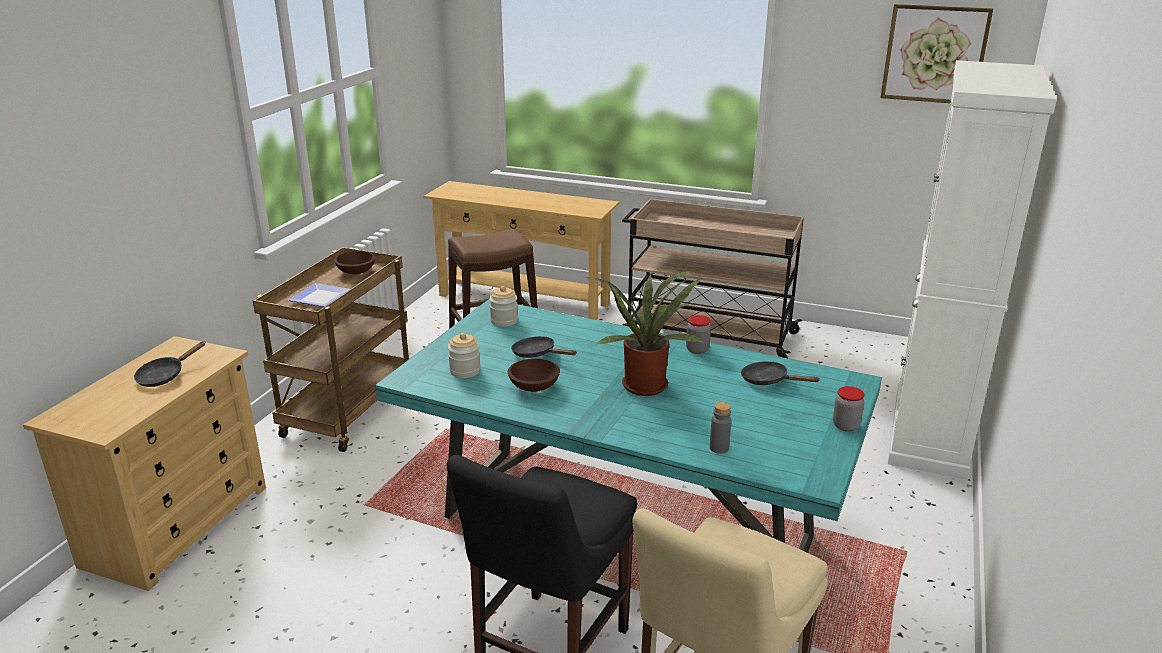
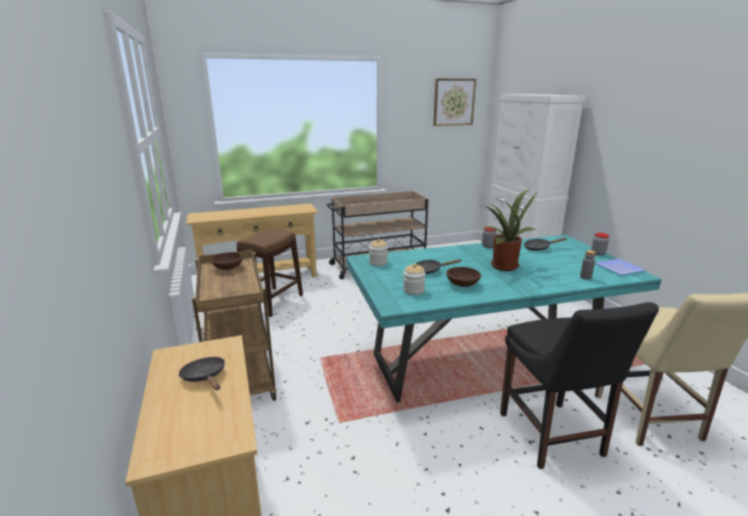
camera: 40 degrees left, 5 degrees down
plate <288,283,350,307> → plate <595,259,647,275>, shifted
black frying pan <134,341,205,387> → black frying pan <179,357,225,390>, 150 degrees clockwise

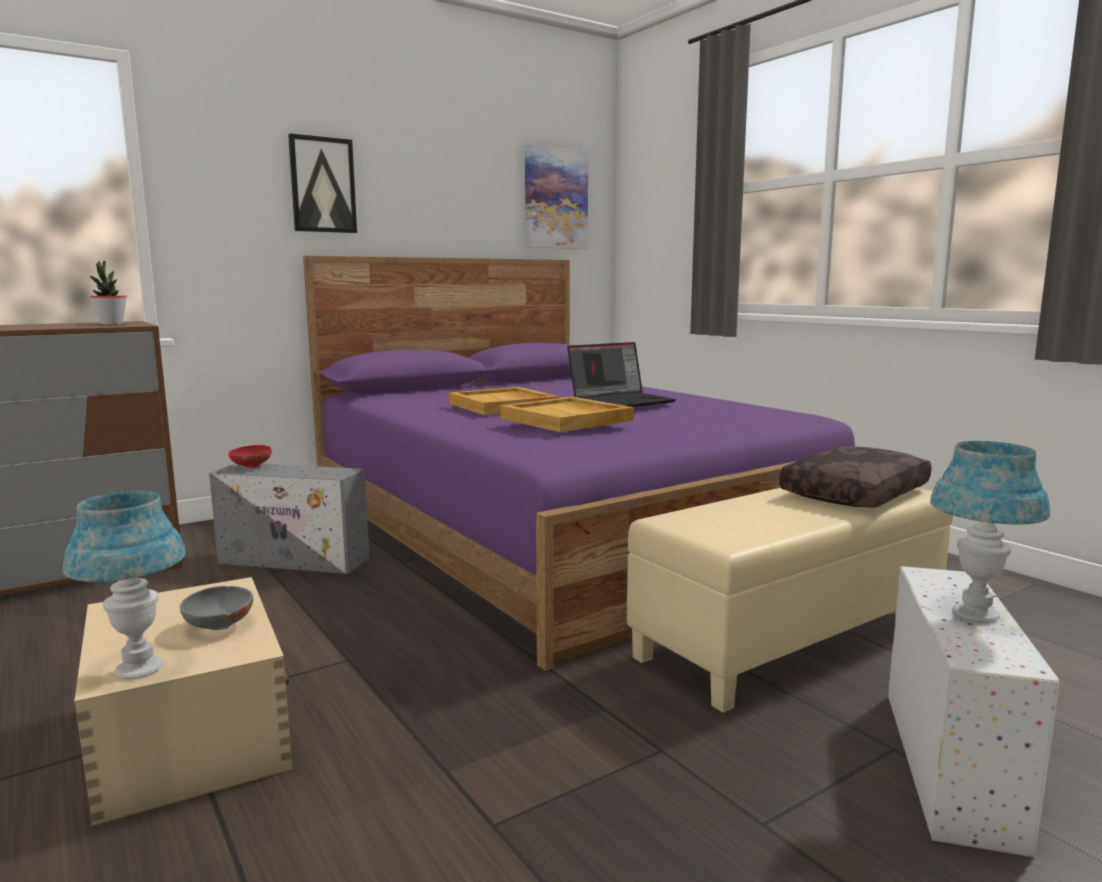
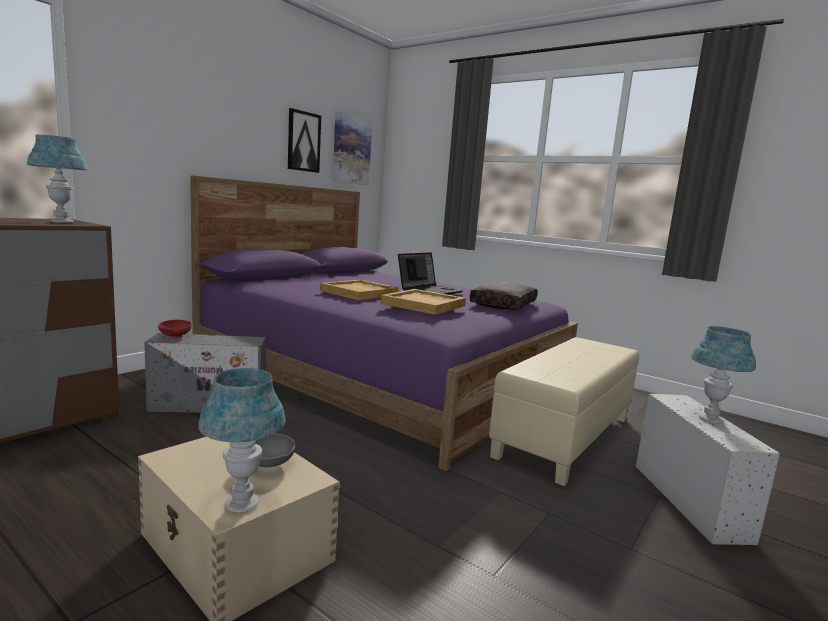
camera: 20 degrees left, 0 degrees up
picture <288,134,357,233> → picture <288,108,321,173>, shifted
potted plant <89,261,127,325> → blue table lamp <27,134,88,223>
brown pillow <779,446,932,508> → brown pillow <470,281,538,310>, shifted

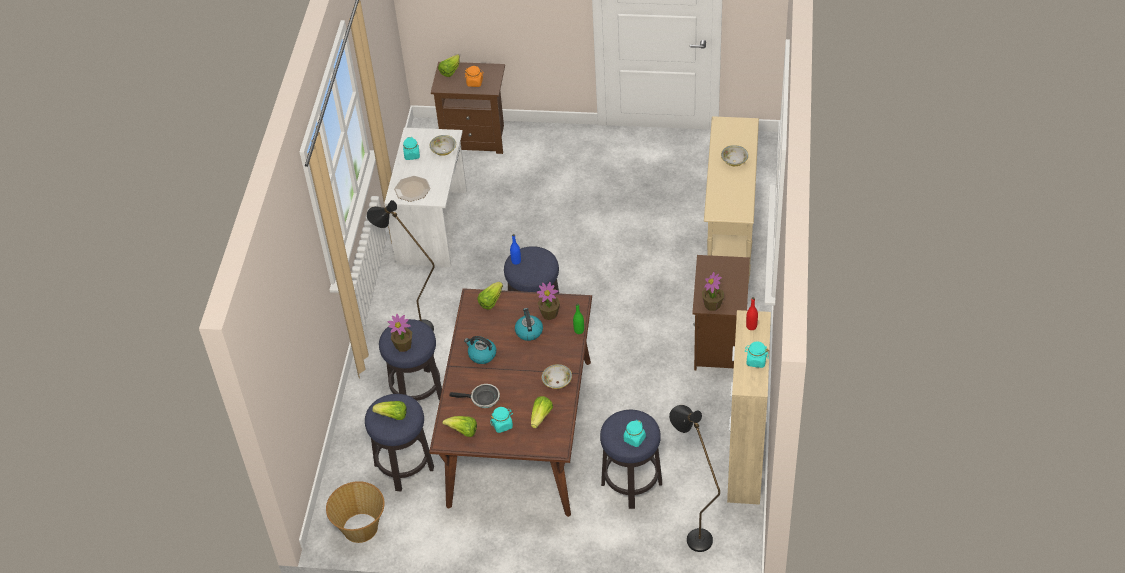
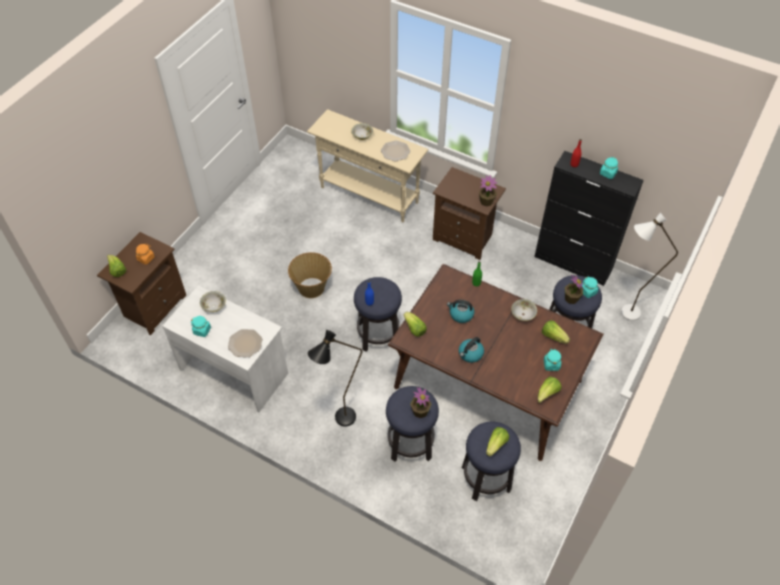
camera: 70 degrees left, 5 degrees up
potted plant <536,282,560,320> → potted plant <565,275,584,304>, shifted
beige cabinet <727,310,771,505> → black cabinet <534,151,644,286>
frying pan <449,384,500,408> → -
black floor lamp <669,405,720,552> → white floor lamp <621,213,678,321>
basket <326,481,385,543> → basket <288,252,332,298>, shifted
- → plate <381,140,410,161>

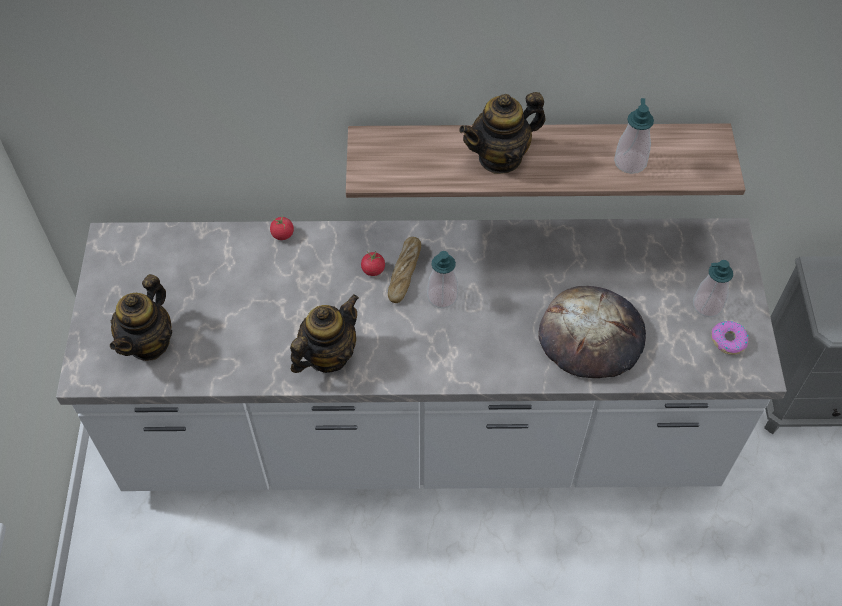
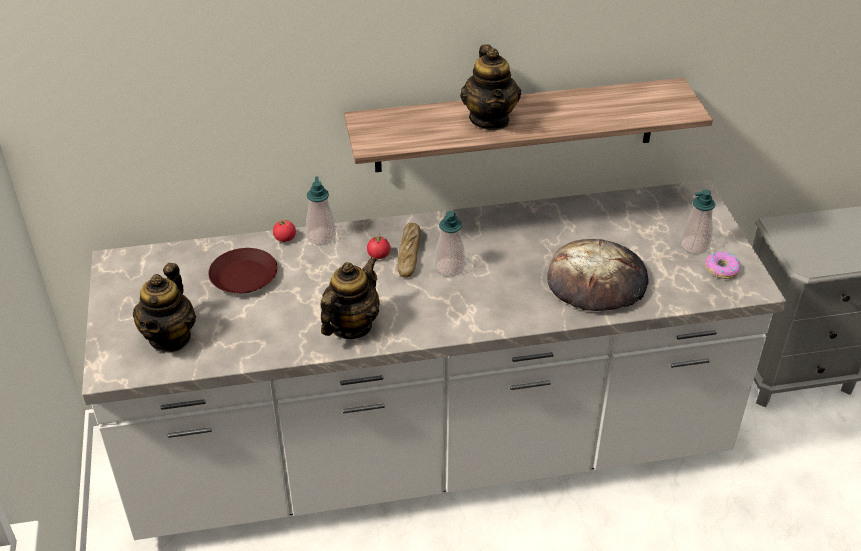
camera: 10 degrees left, 15 degrees down
teapot <459,92,546,174> → teapot <460,45,521,130>, 60 degrees counterclockwise
soap dispenser <614,98,654,174> → soap dispenser <306,176,336,245>, shifted
- → brown plate <208,248,278,293>

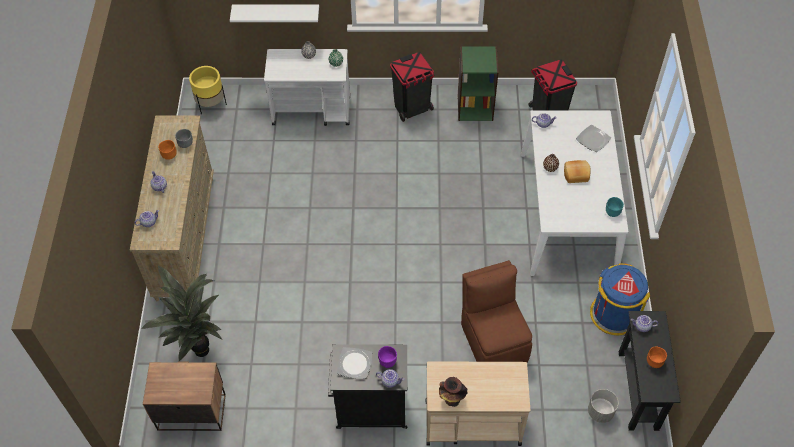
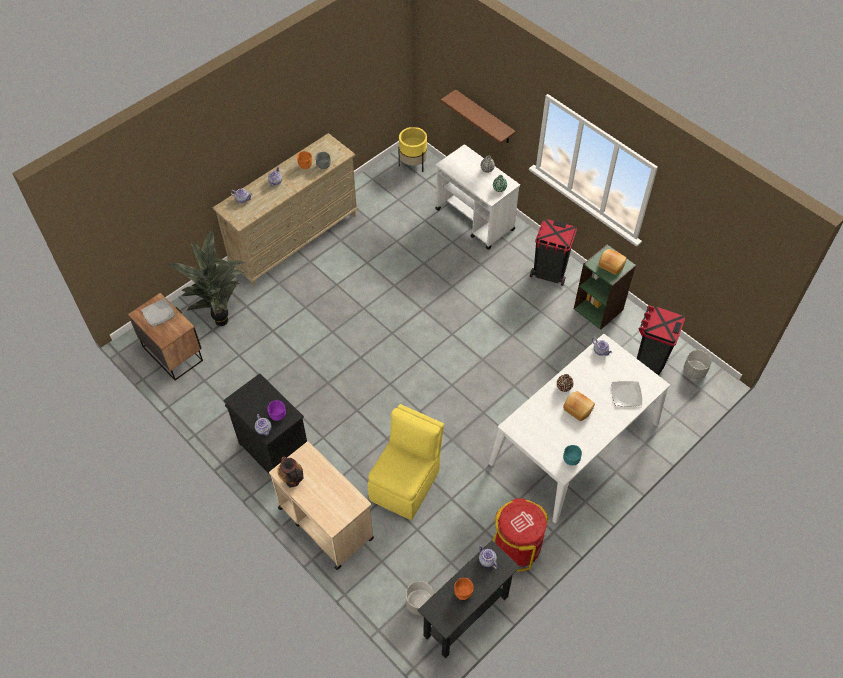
camera: 45 degrees right, 0 degrees up
white shelf <230,4,319,22> → brown shelf <441,89,516,144>
brown chair <461,260,532,362> → yellow chair <368,404,444,520>
blue trash can <590,263,650,335> → red trash can <493,498,548,572>
plate <337,347,372,379> → plate <142,299,175,327>, shifted
- → bread <599,249,627,275>
- → grey planter <683,350,712,380>

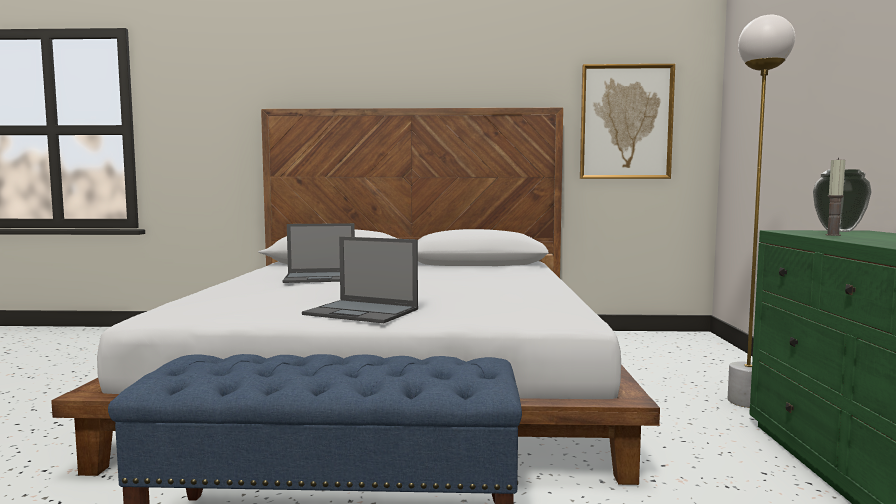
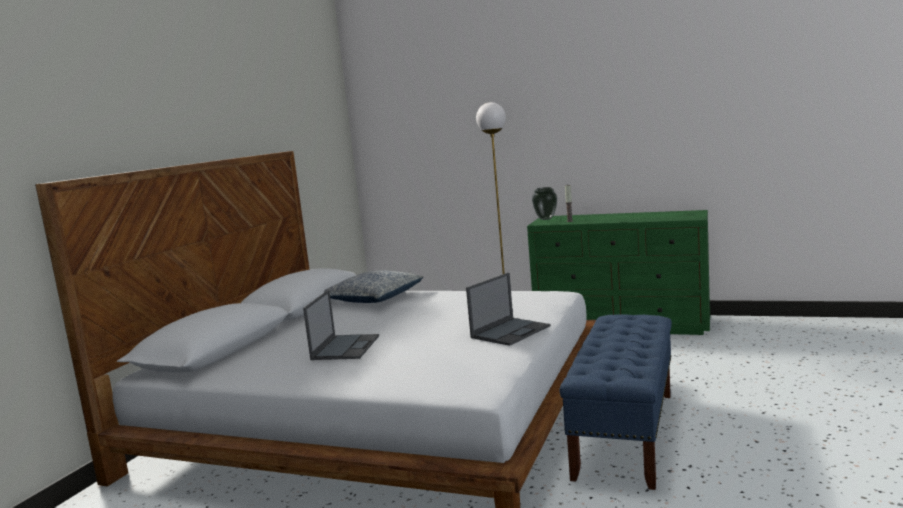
camera: 70 degrees left, 5 degrees up
picture <580,64,675,179> → -
- → pillow <324,270,424,303>

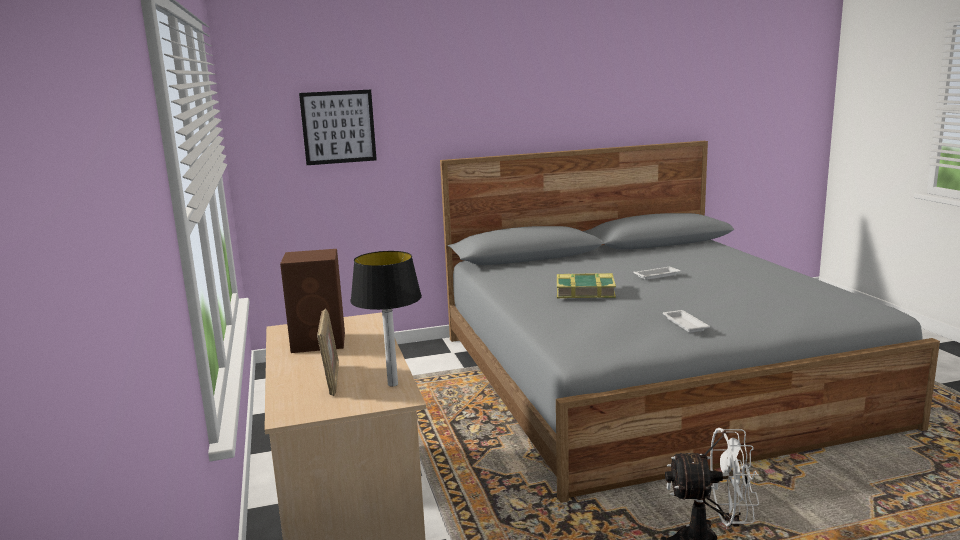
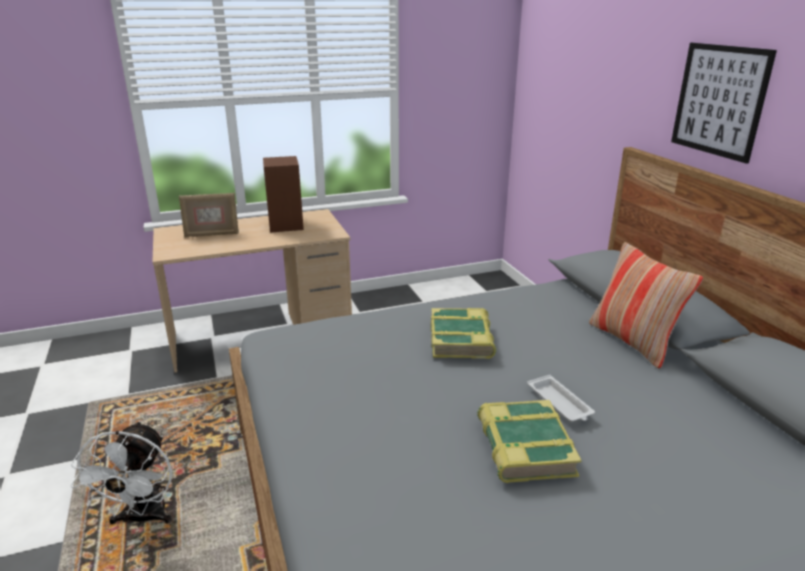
camera: 85 degrees right, 10 degrees up
picture <299,89,377,165> → picture <671,43,777,164>, shifted
table lamp <350,251,422,387> → -
white tray <663,310,710,333> → -
- → pillow <589,242,703,369>
- → book <477,400,582,483>

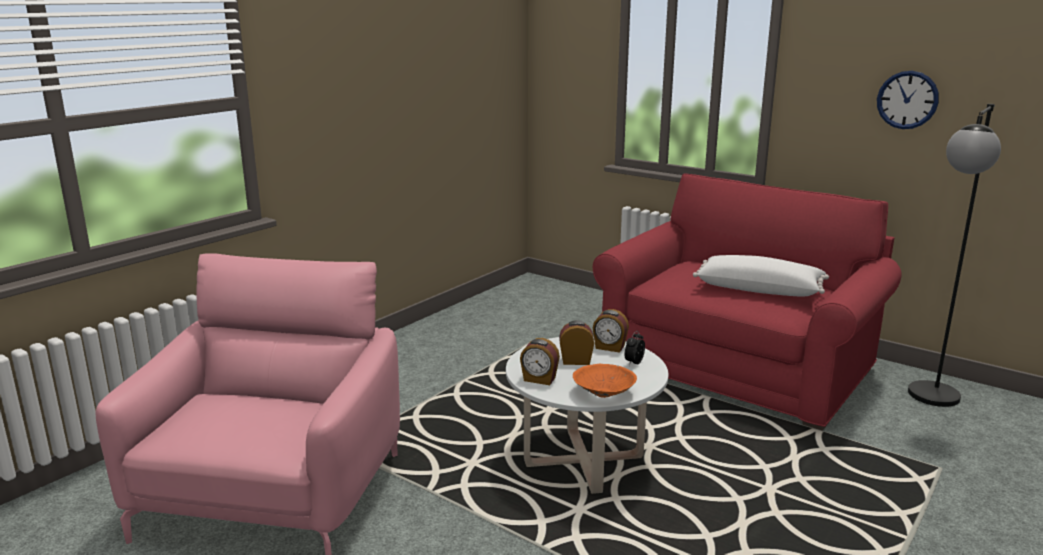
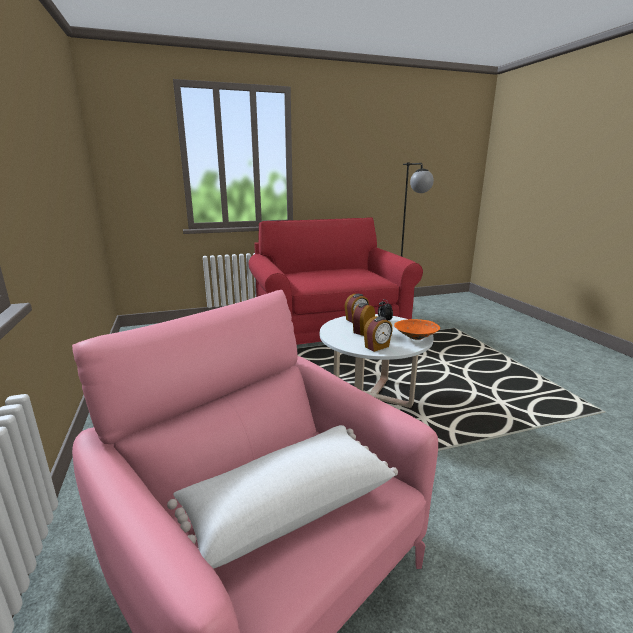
camera: 55 degrees left, 0 degrees up
wall clock <877,71,939,129> → -
white pillow <693,255,829,296> → white pillow <167,425,398,569>, shifted

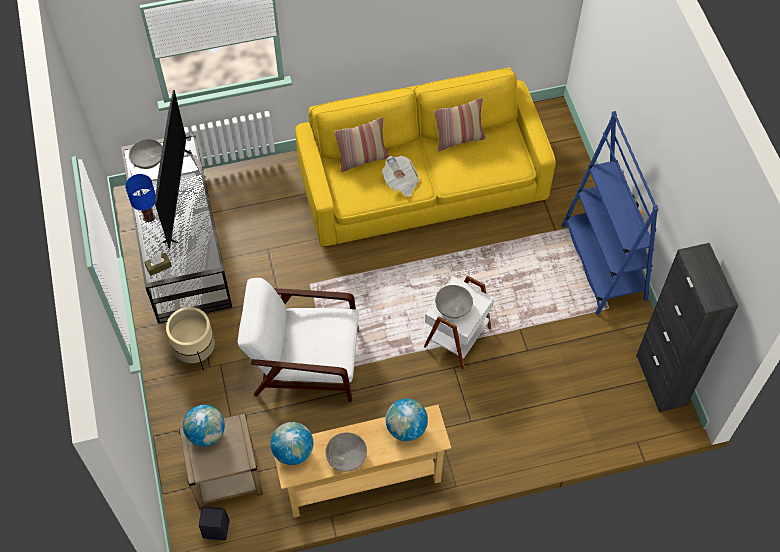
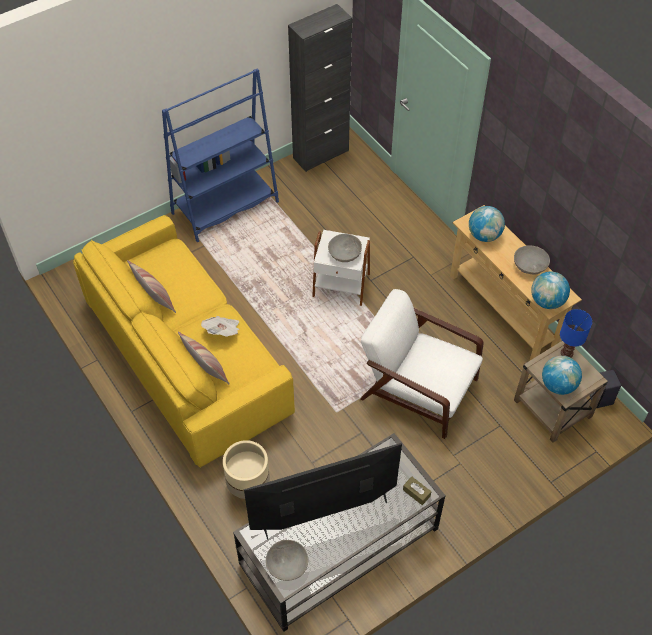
camera: 110 degrees left, 5 degrees down
blue table lamp <125,174,156,222> → blue table lamp <560,309,592,358>, shifted
white armchair <238,278,359,402> → white armchair <360,289,484,439>, 135 degrees clockwise
beige planter <166,307,215,371> → beige planter <223,440,270,499>, shifted

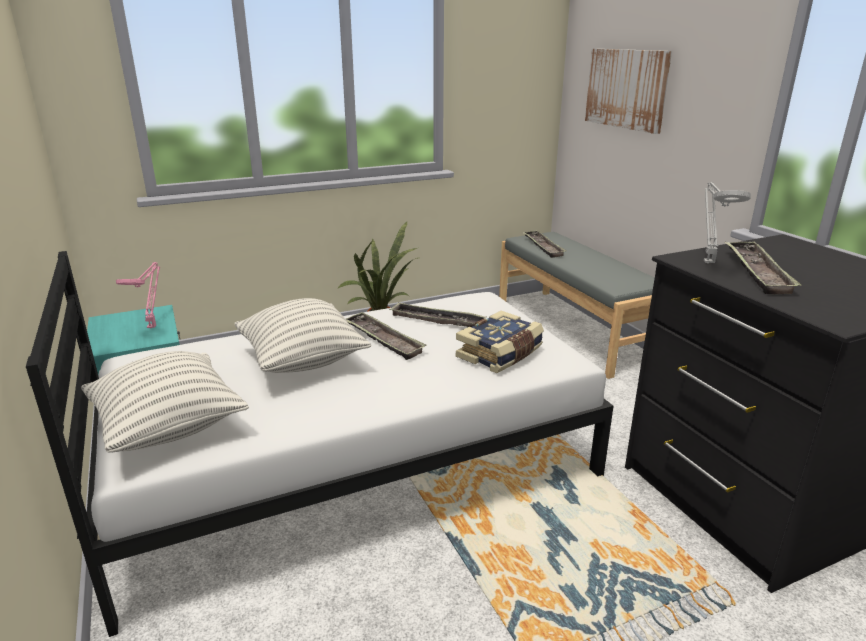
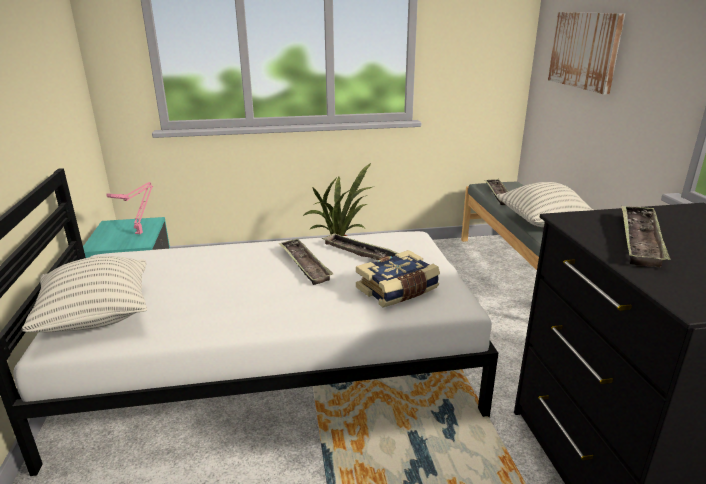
camera: 15 degrees right, 0 degrees up
grey table lamp <704,182,751,264> → -
pillow <234,298,371,373> → pillow <497,182,593,227>, shifted

